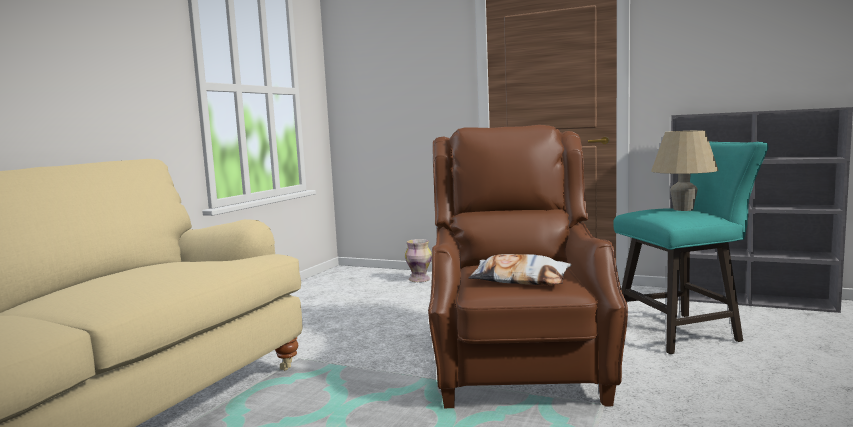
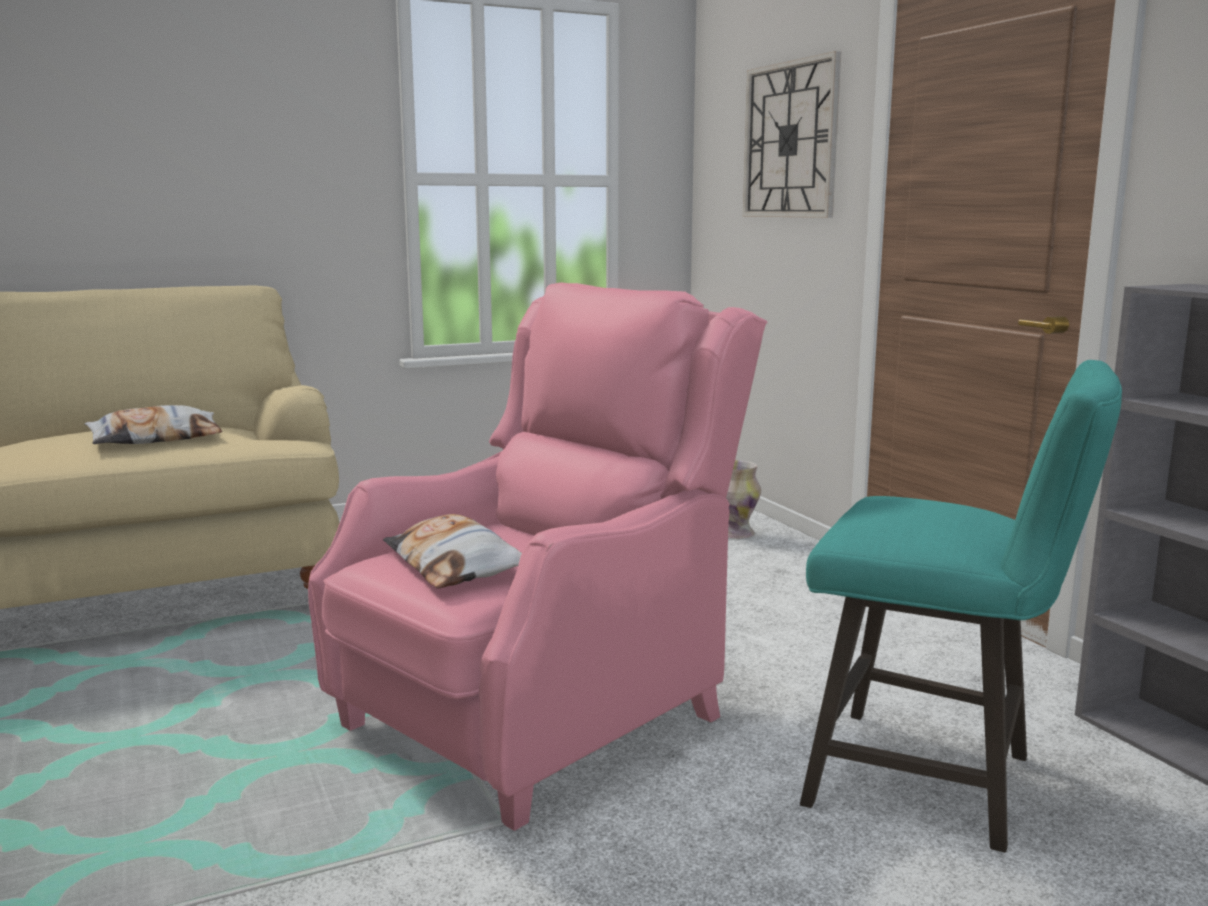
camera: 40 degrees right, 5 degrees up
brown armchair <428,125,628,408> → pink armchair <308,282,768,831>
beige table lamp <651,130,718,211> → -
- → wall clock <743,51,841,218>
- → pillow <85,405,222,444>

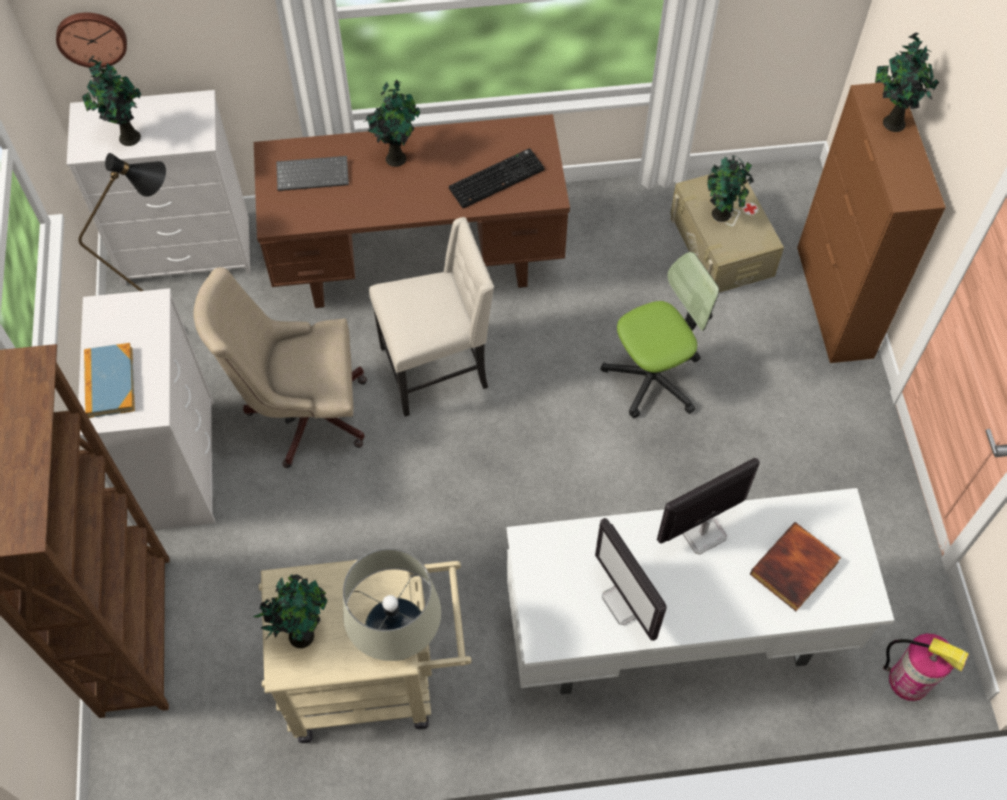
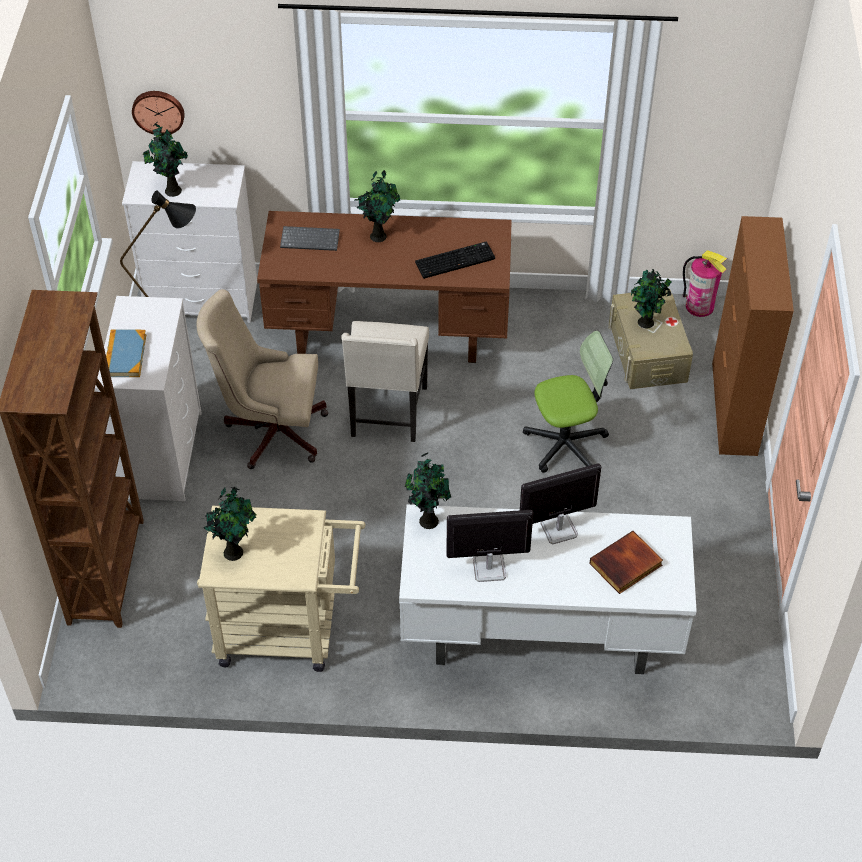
camera: 10 degrees right, 10 degrees down
potted plant <875,33,939,132> → potted plant <405,452,452,529>, shifted
beige chair <369,217,494,417> → beige chair <341,321,429,442>, 105 degrees clockwise
monitor <595,518,667,641> → monitor <446,510,533,582>, 105 degrees clockwise
beige table lamp <343,548,441,661> → -
fire extinguisher <883,634,969,701> → fire extinguisher <682,250,727,317>, shifted

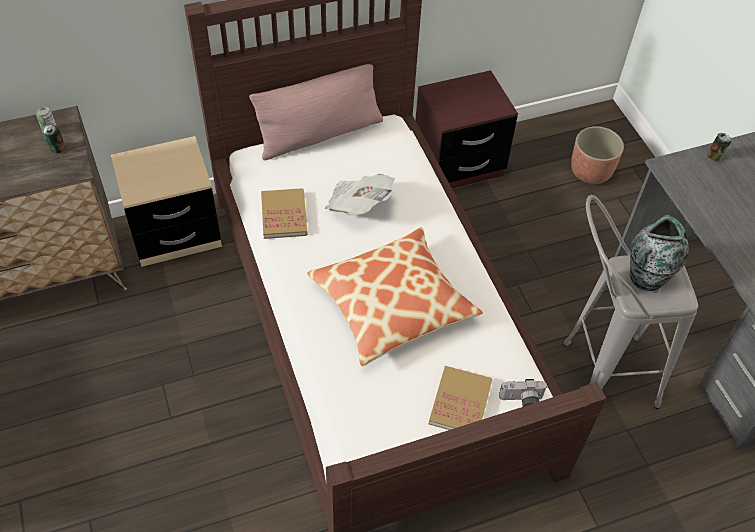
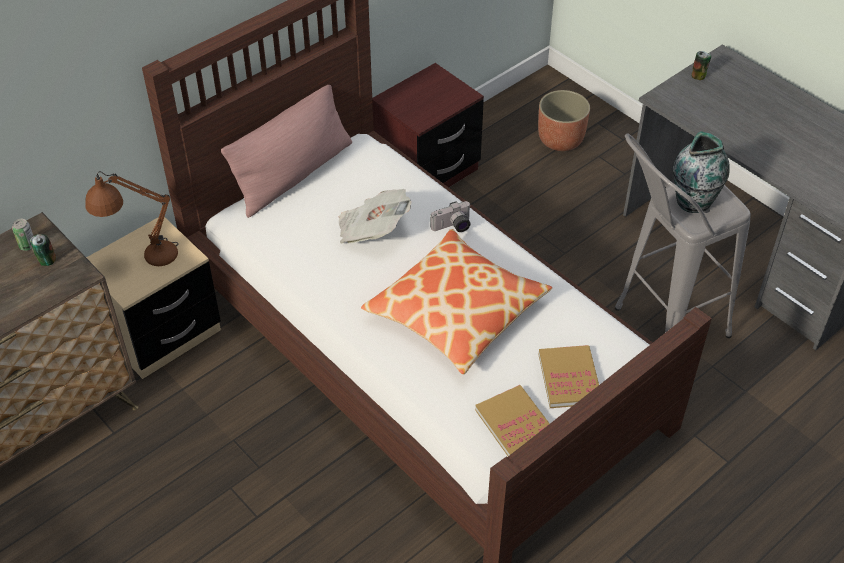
camera: 20 degrees left, 5 degrees down
book <261,188,308,239> → book <475,385,550,456>, shifted
photo camera <499,379,548,407> → photo camera <431,201,471,232>, shifted
- → brown table lamp <85,171,179,266>

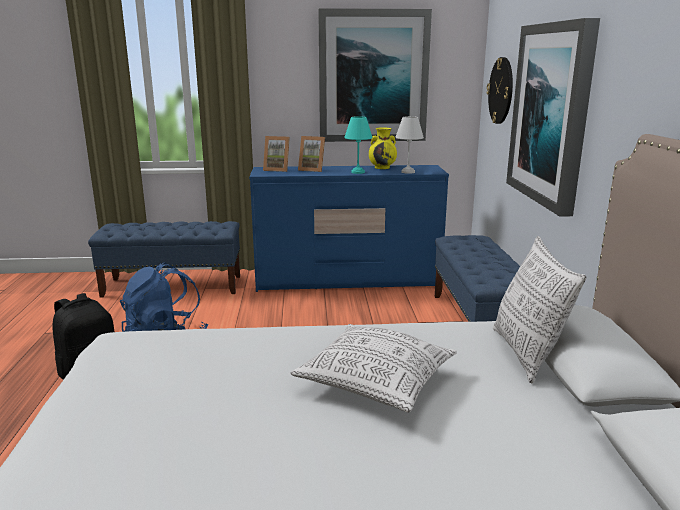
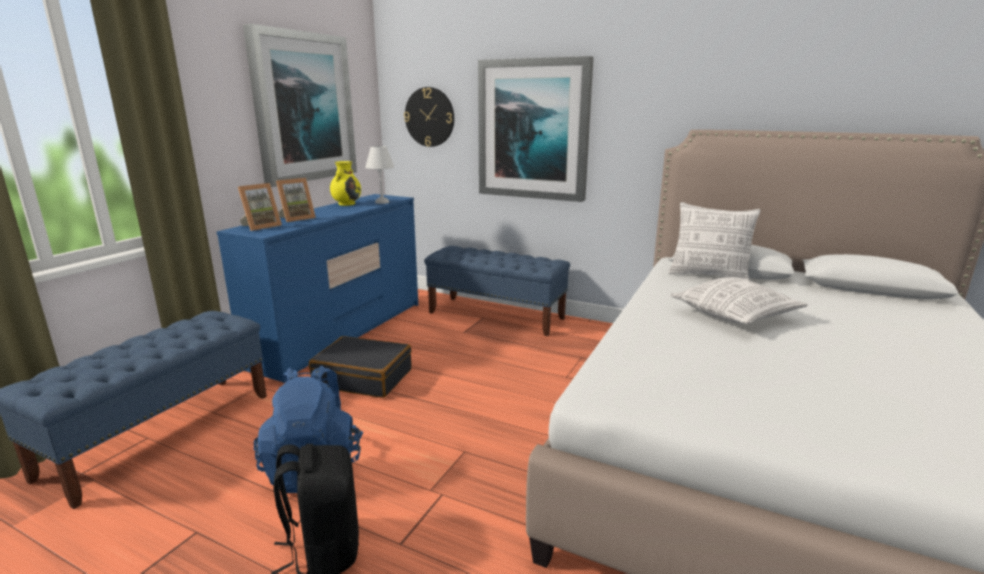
camera: 60 degrees left, 0 degrees up
turquoise table lamp <344,116,373,174> → -
- → black suitcase <309,336,412,398>

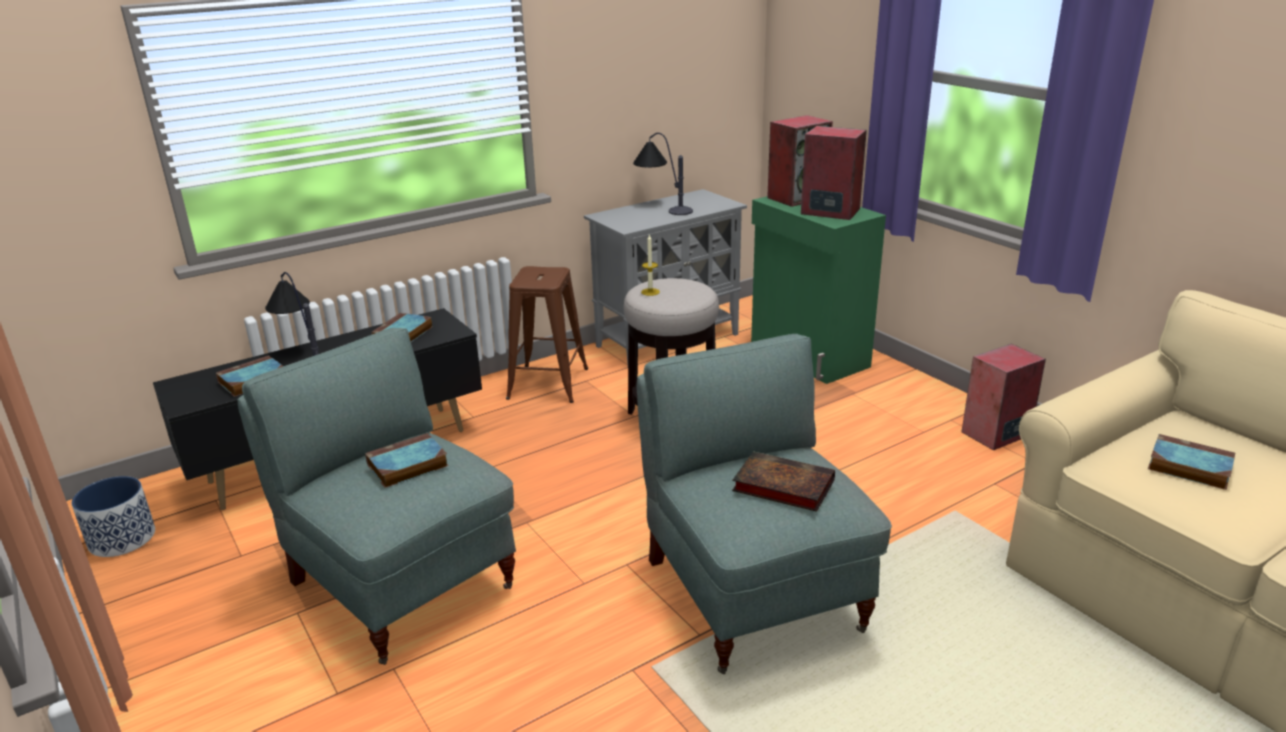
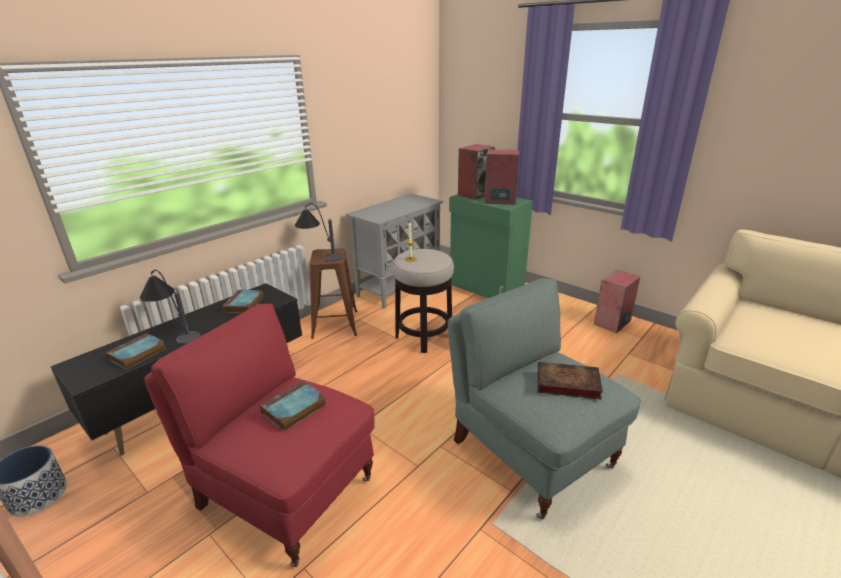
camera: 15 degrees left, 0 degrees up
table lamp <633,133,693,215> → table lamp <295,203,343,261>, shifted
grey armchair <237,328,516,665> → red armchair <144,304,375,567>
book <1148,434,1235,490> → -

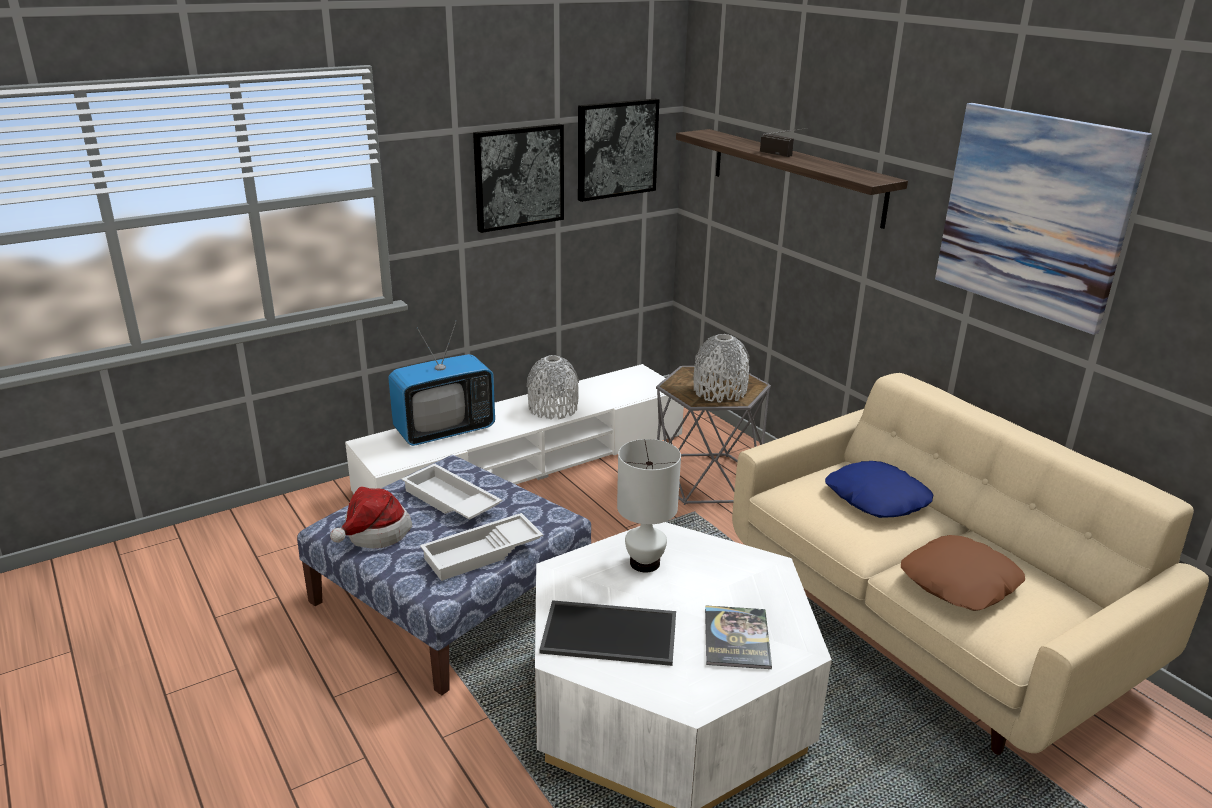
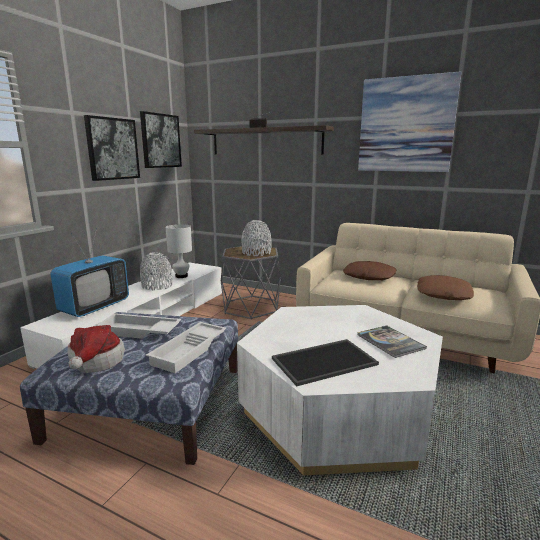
camera: 30 degrees left, 10 degrees down
white table lamp <617,439,681,573> → white table lamp <166,224,192,278>, shifted
blue pillow <825,461,933,518> → brown pillow <343,261,396,280>

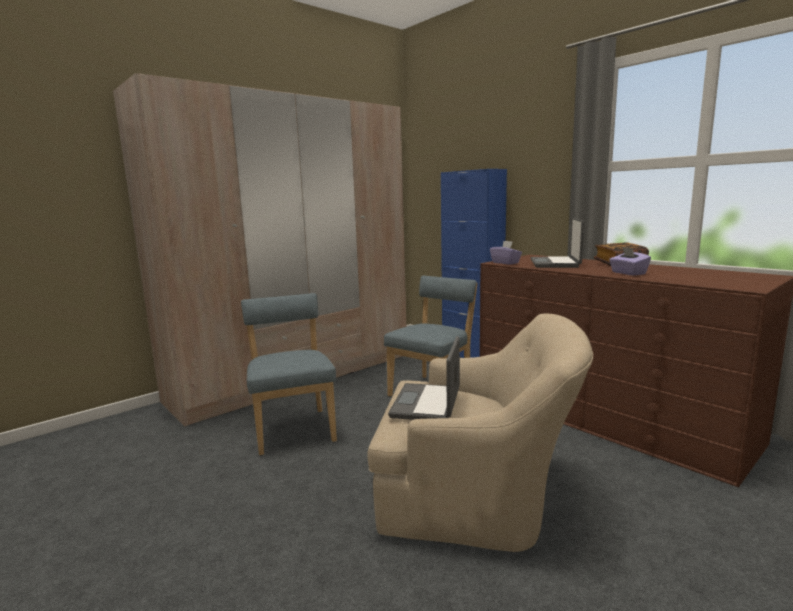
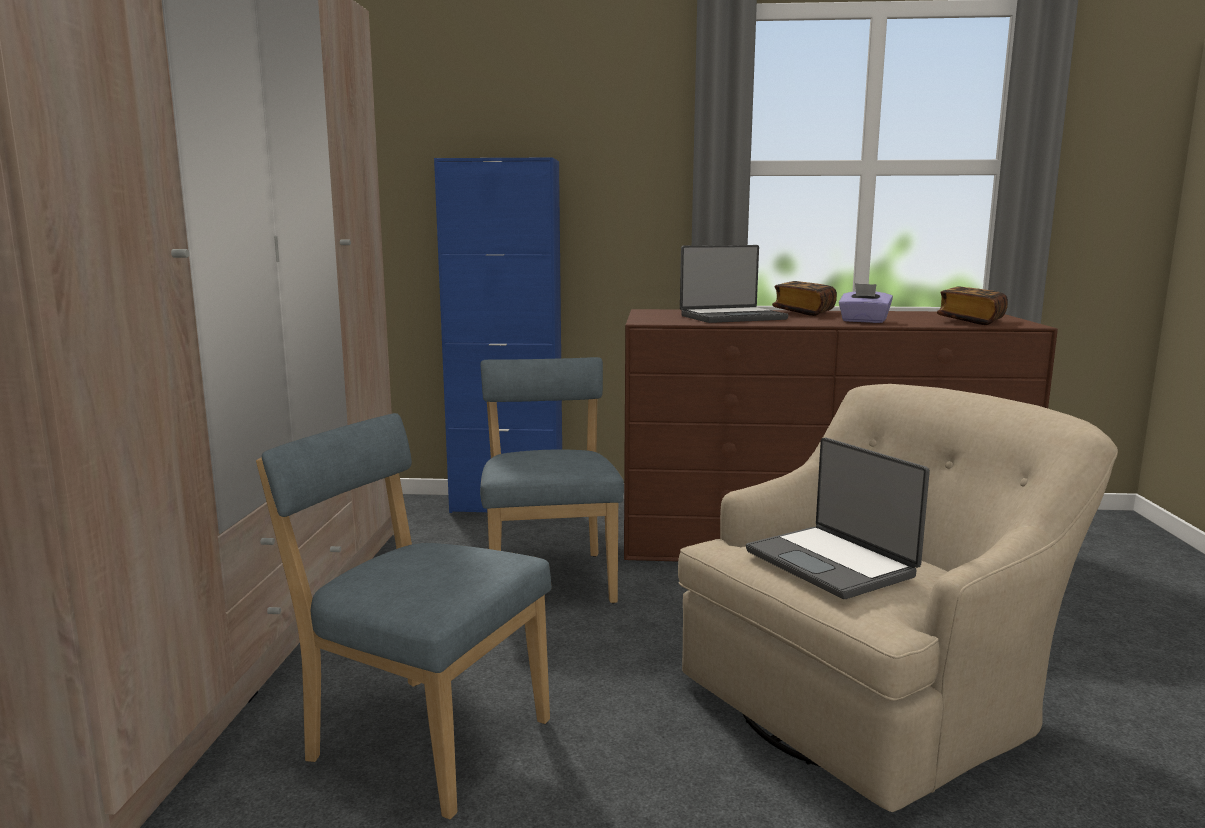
camera: 45 degrees left, 0 degrees up
laptop <531,218,584,268> → laptop <680,245,788,323>, 75 degrees counterclockwise
purple tissue box <490,241,522,264> → -
- → book <937,286,1008,325>

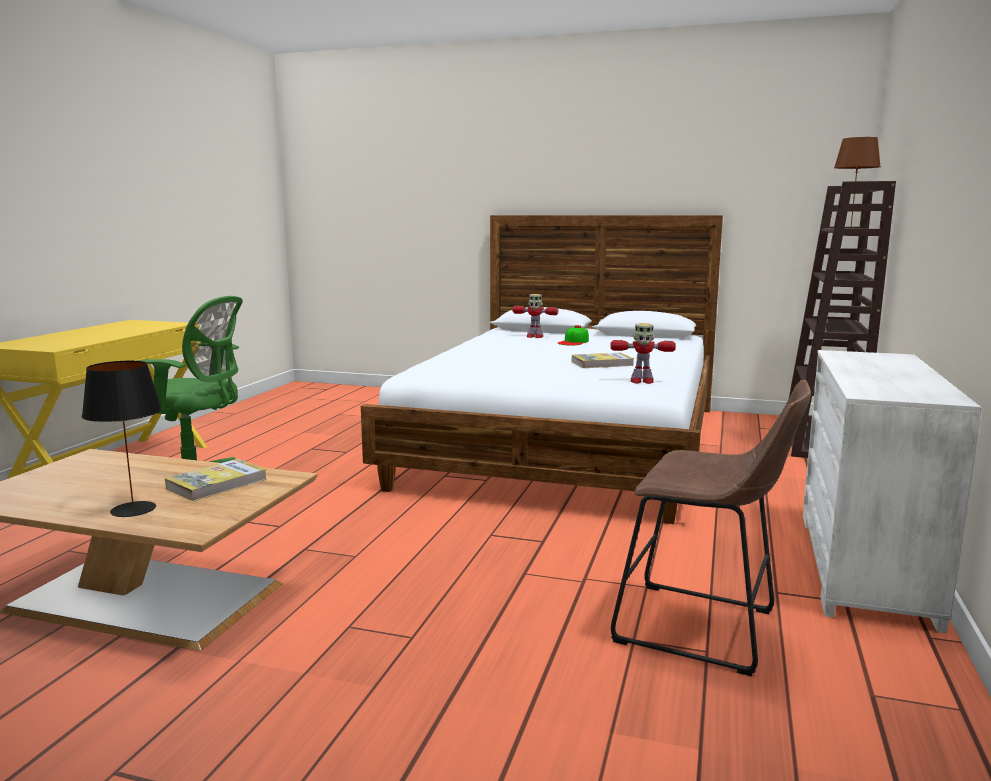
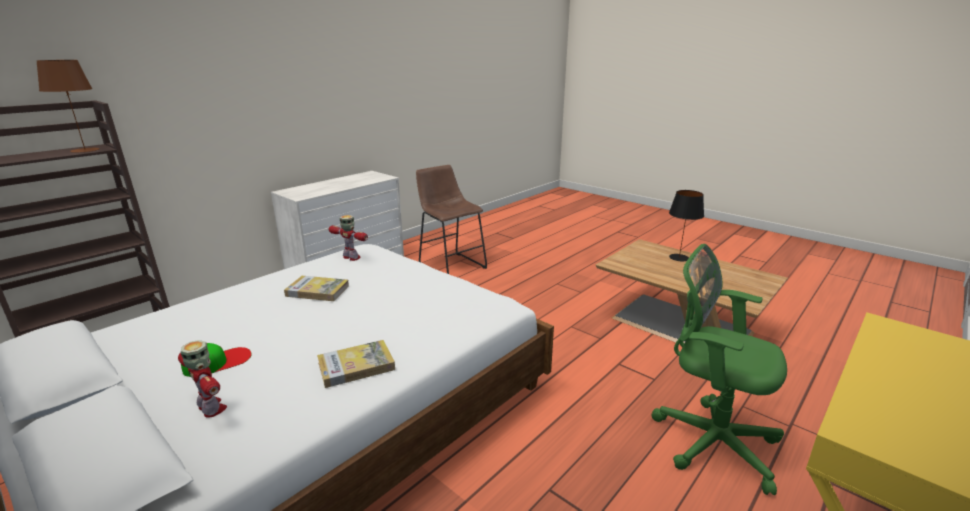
camera: 155 degrees left, 10 degrees up
book <165,459,267,501> → book <317,340,395,388>, shifted

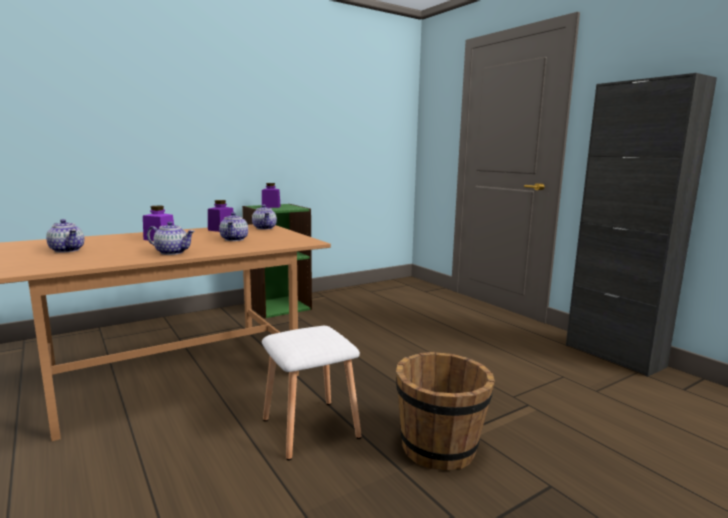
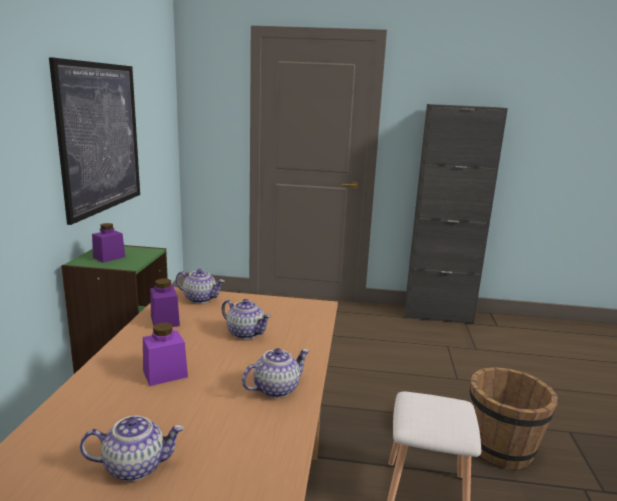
camera: 50 degrees left, 5 degrees up
- → picture <49,57,140,225>

